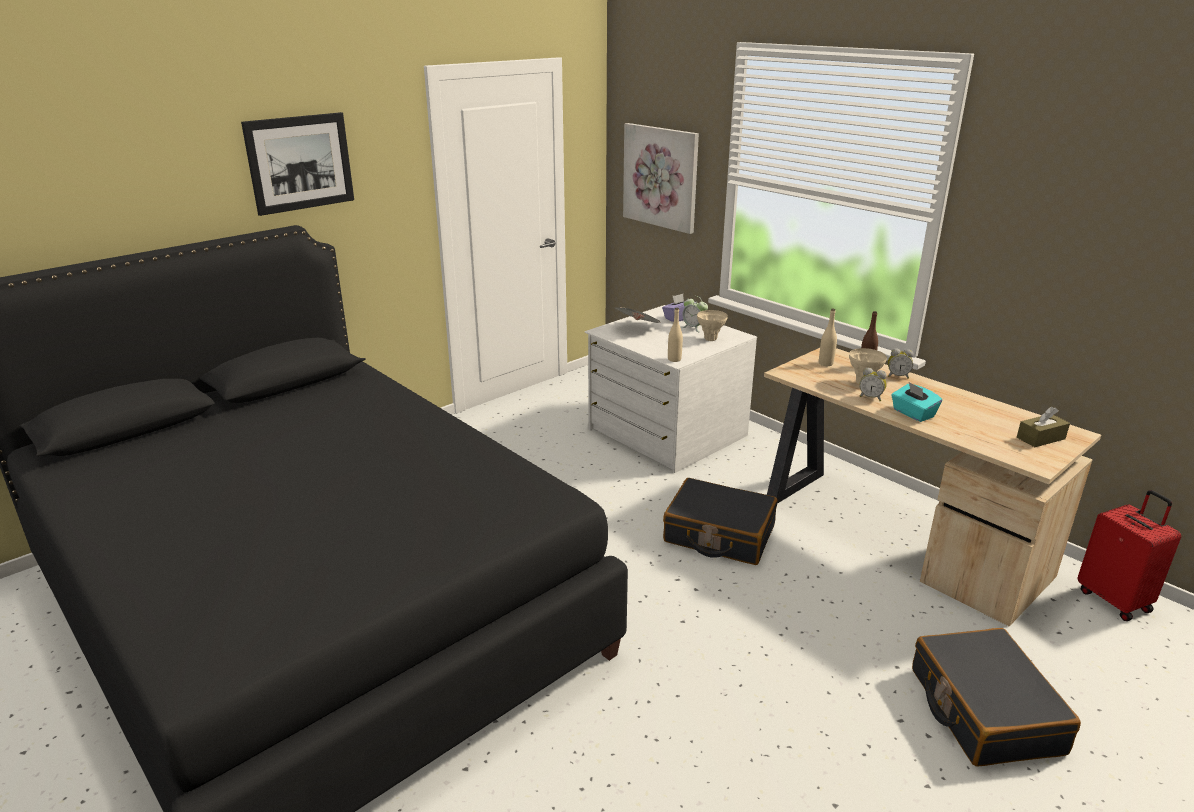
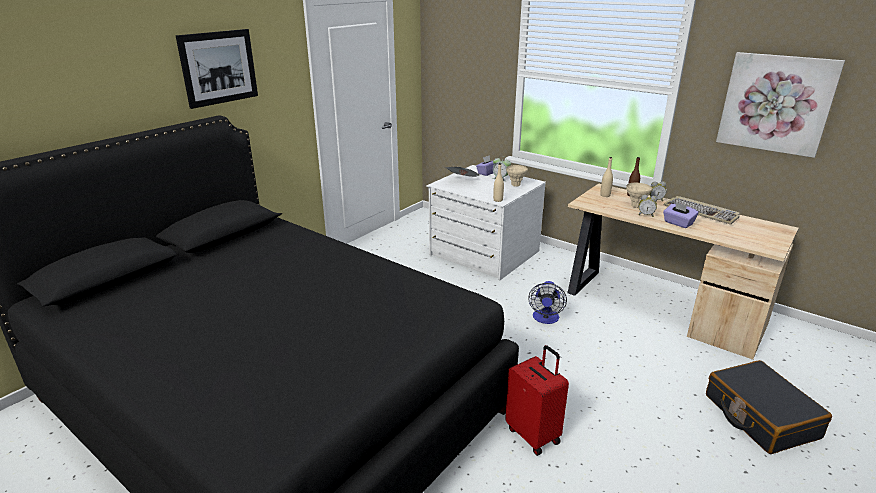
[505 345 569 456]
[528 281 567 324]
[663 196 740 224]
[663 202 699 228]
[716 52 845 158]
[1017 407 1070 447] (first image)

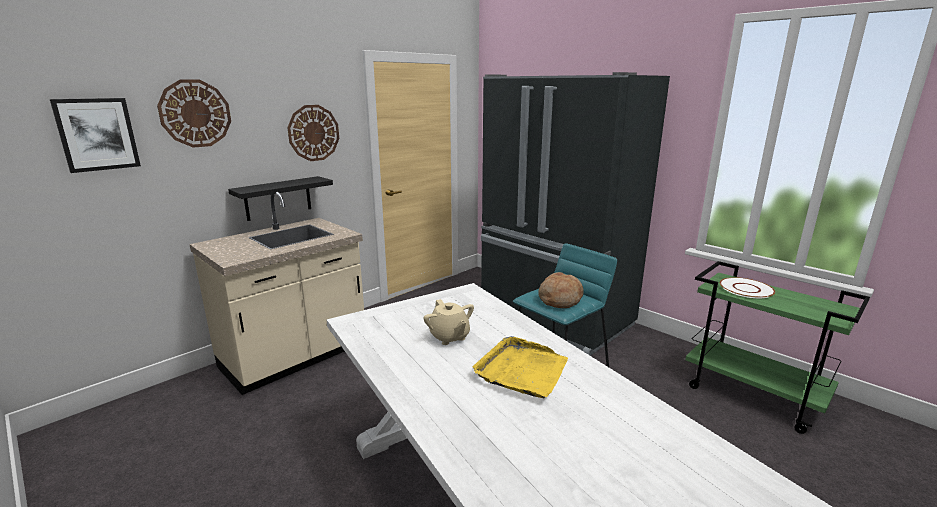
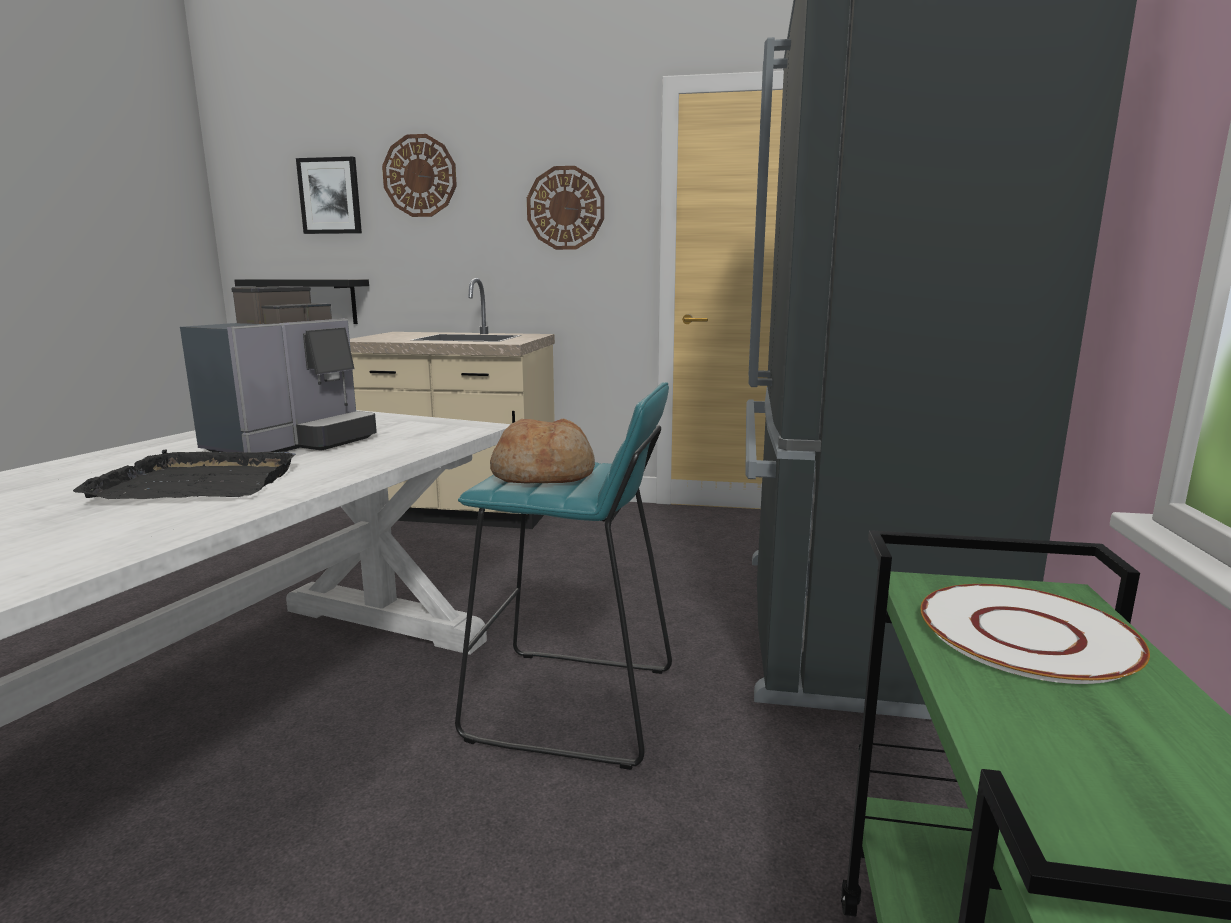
[73 449 296 499]
[180 286 377 453]
[234 279 369 324]

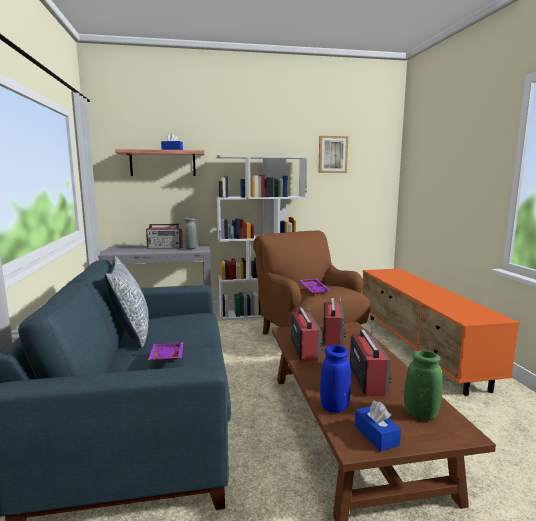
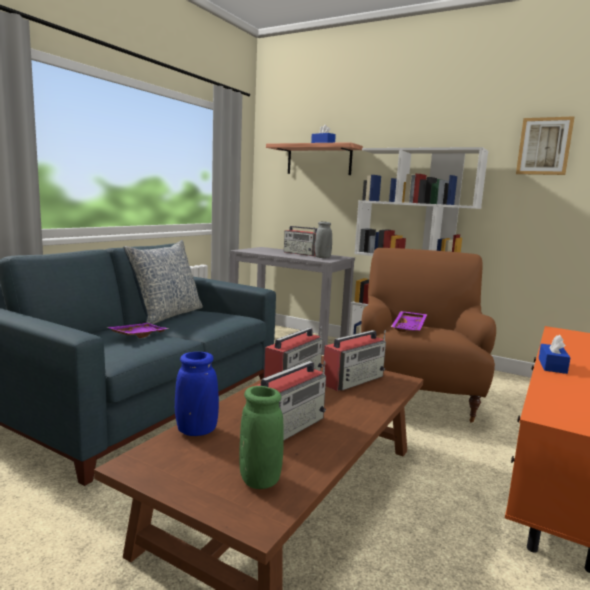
[539 335 570 374]

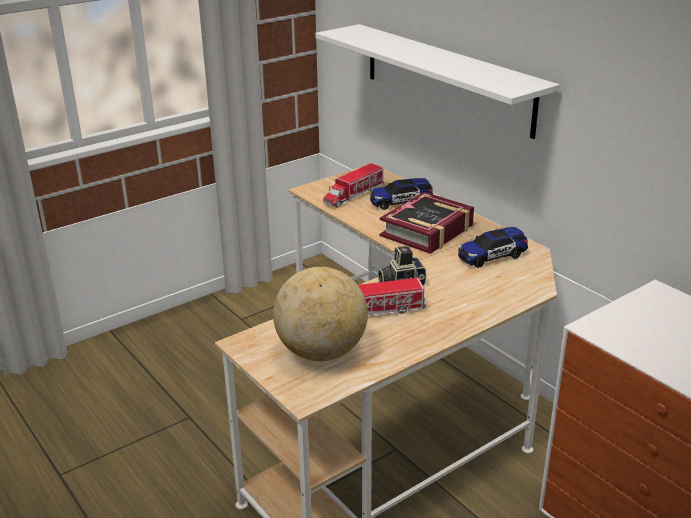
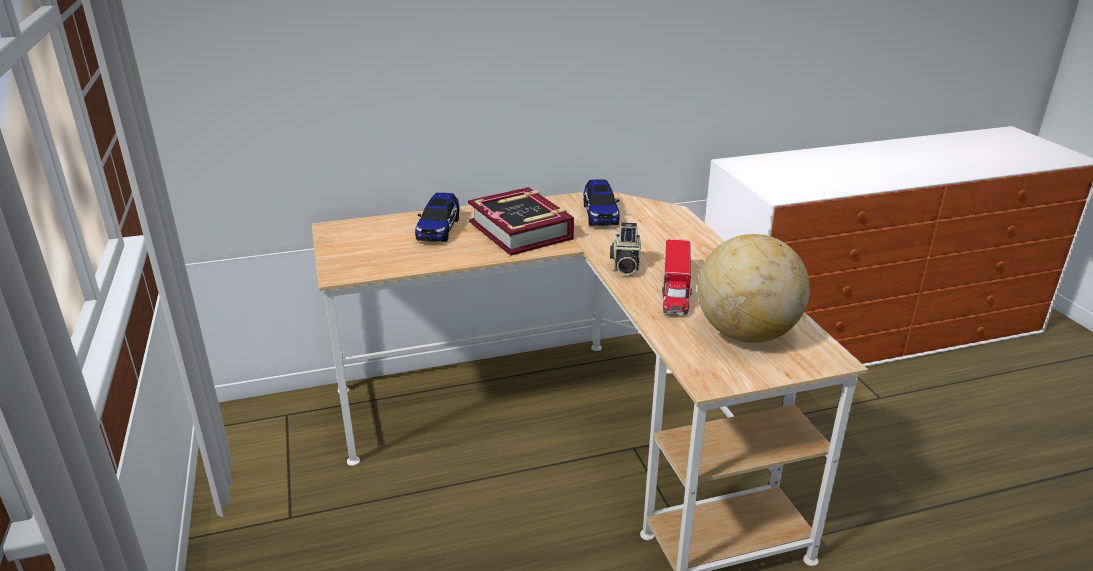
[315 24 560 139] (first image)
[323 163 384 208] (first image)

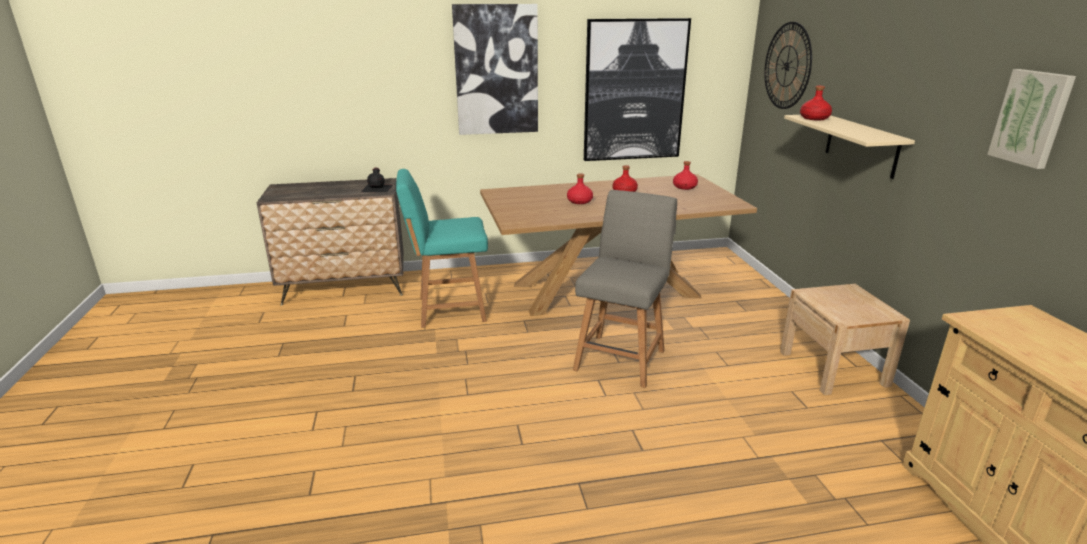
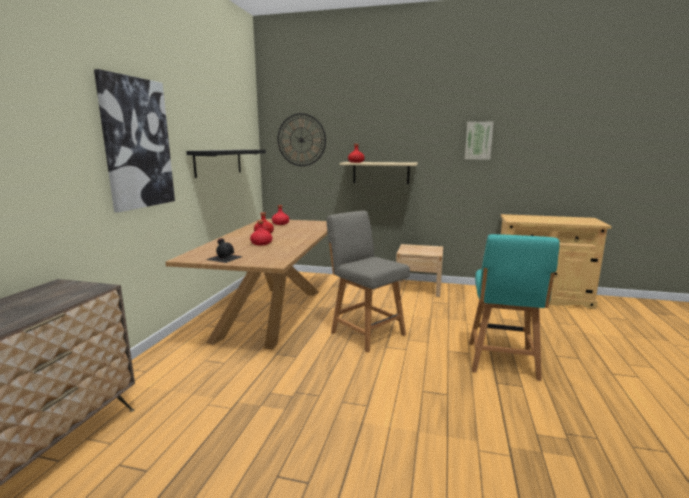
[186 150 266 178]
[206 238 243 263]
[469 234 560 381]

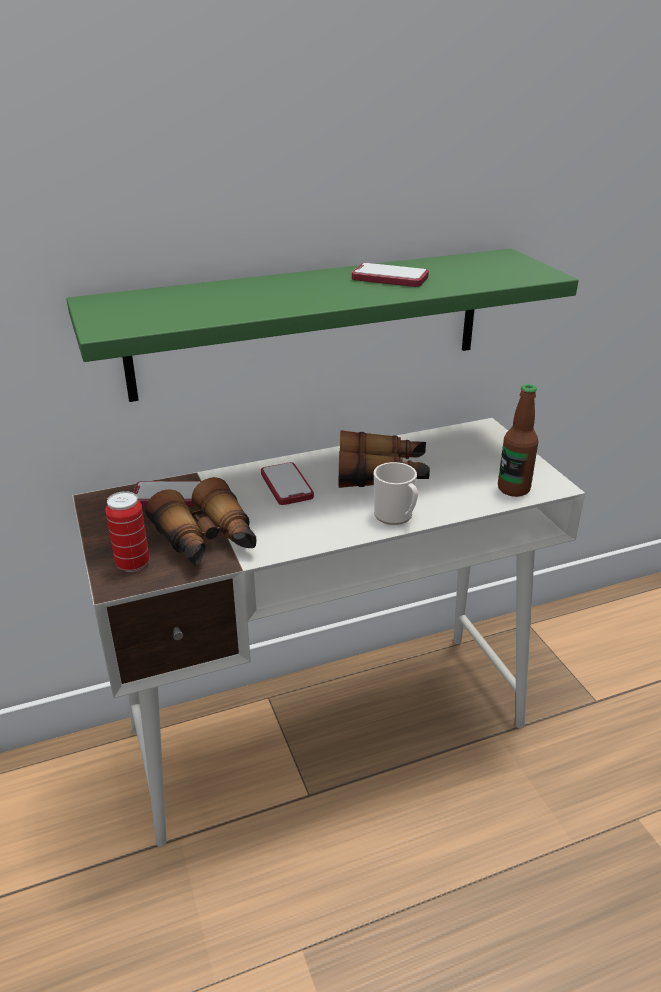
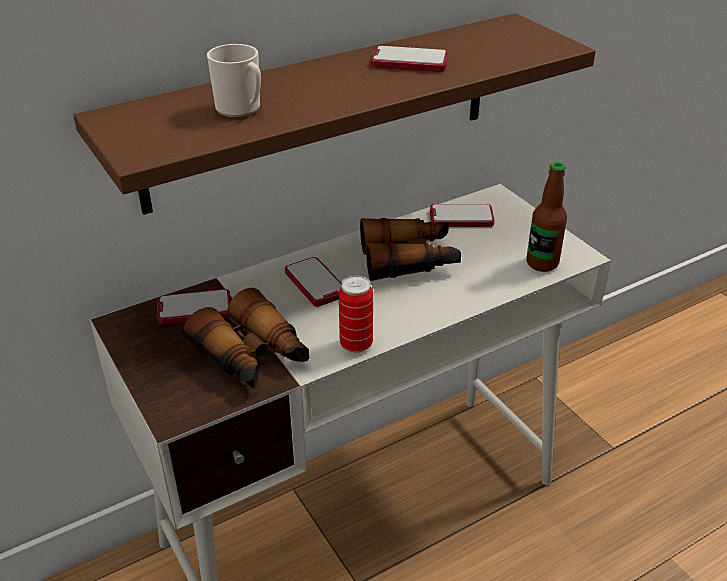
[73 13 596 215]
[207 44 261 118]
[339 275 373 353]
[430 204 495 227]

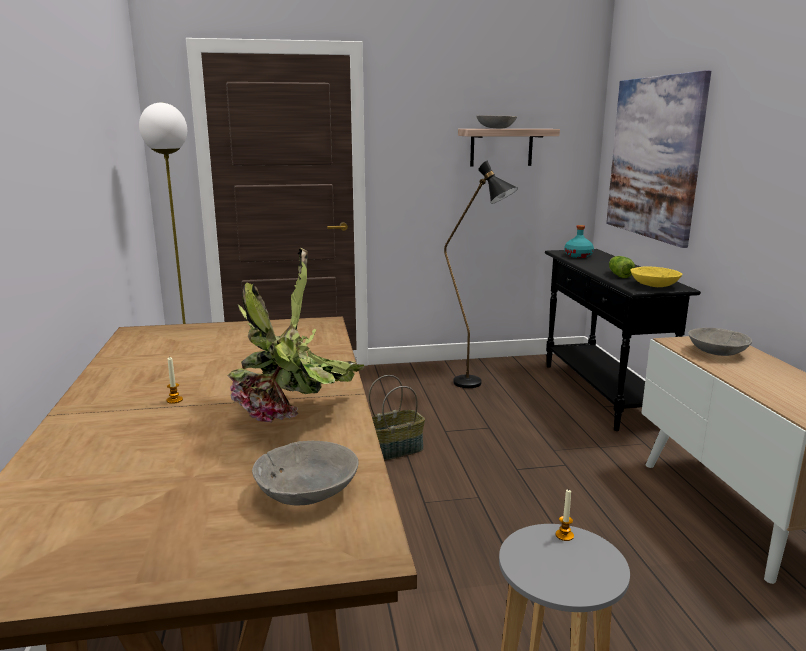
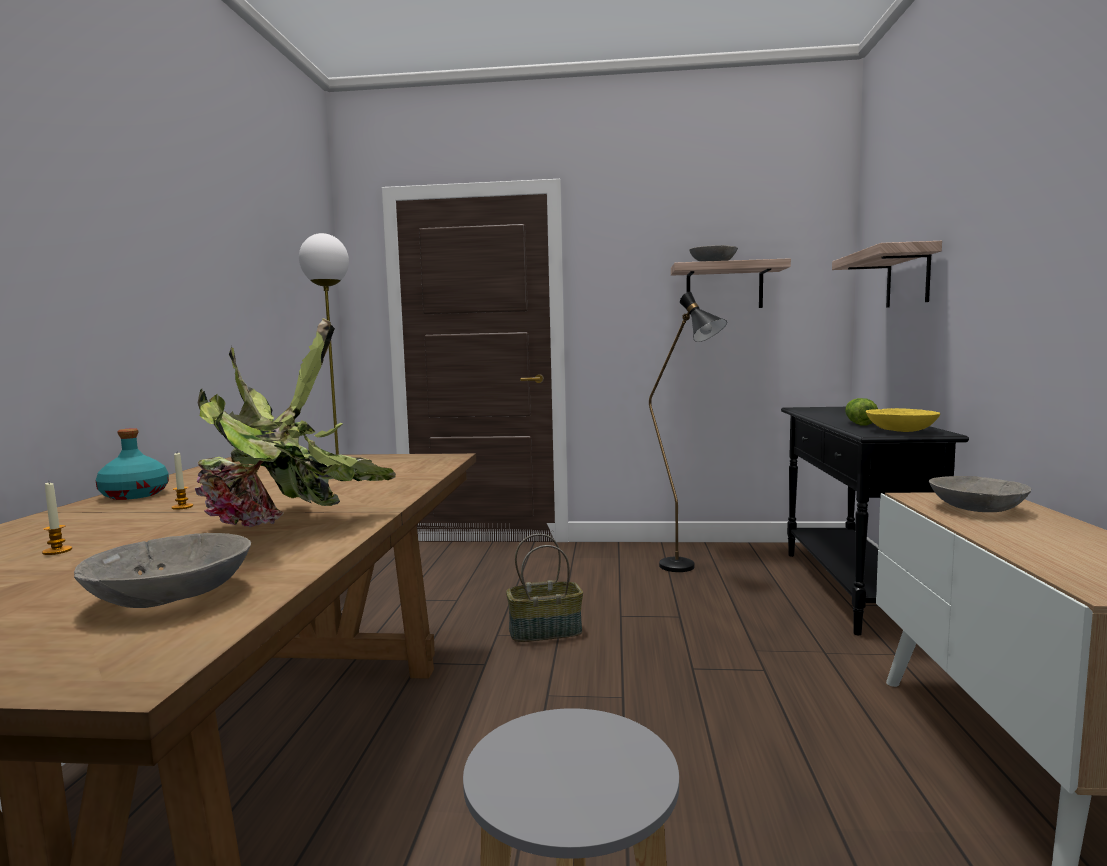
[42 483 72 555]
[95 428 169 500]
[832 241 942 308]

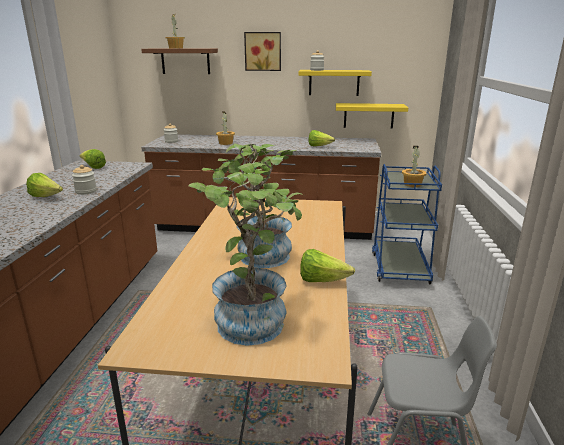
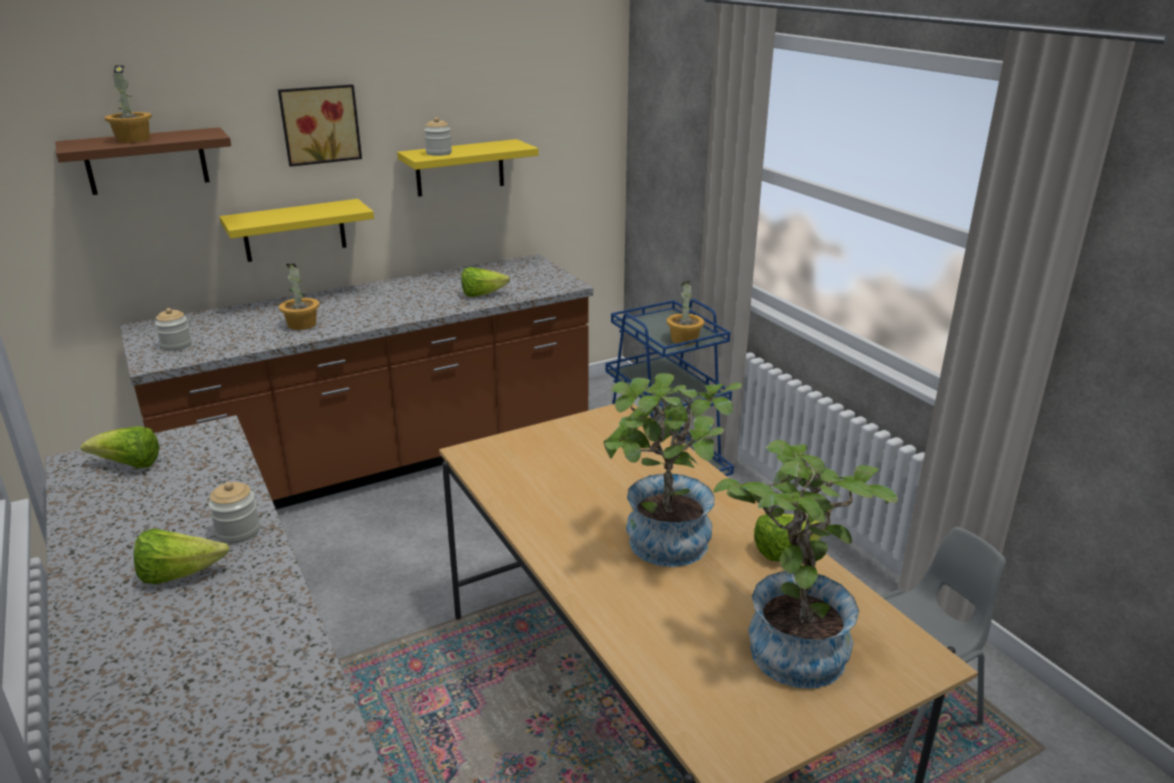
[220 199 374 262]

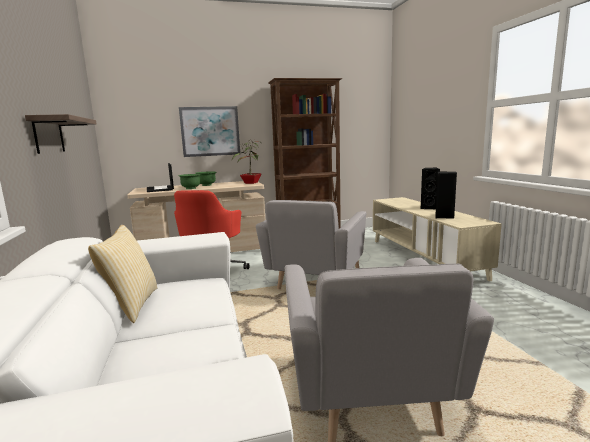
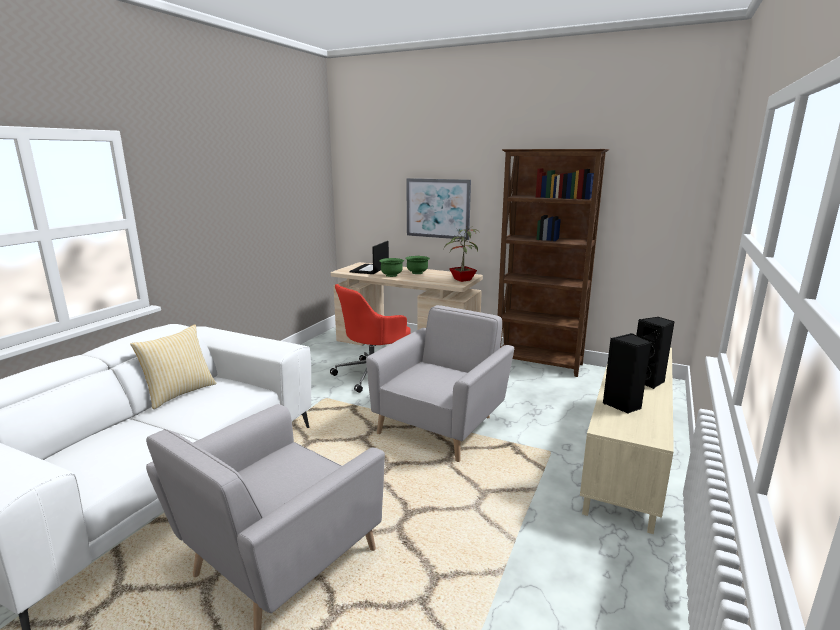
[366 305 514 462]
[25 114 97 154] (first image)

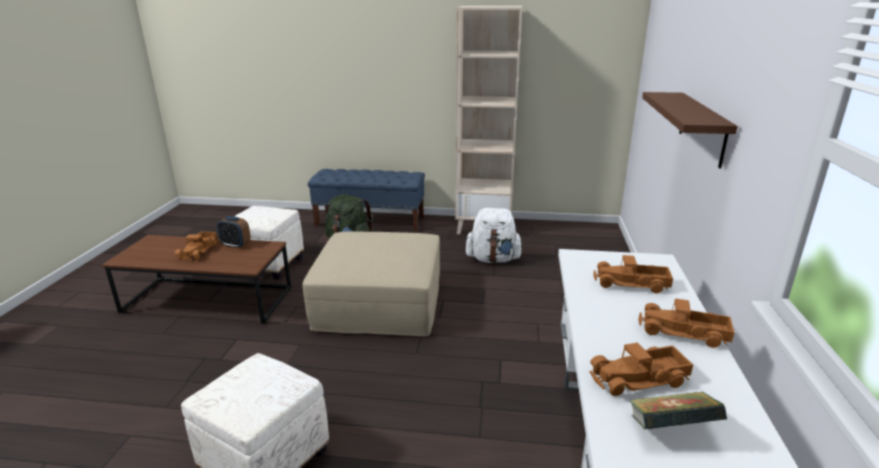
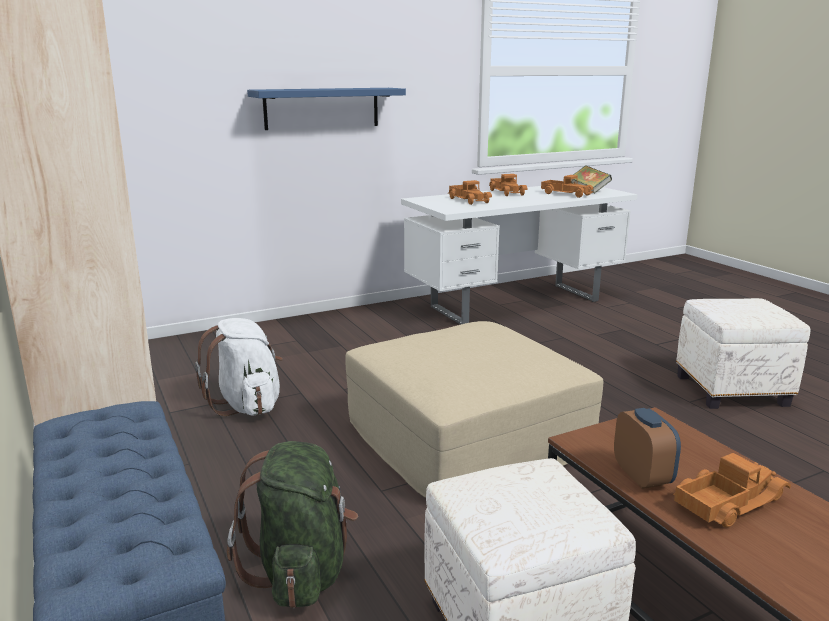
[247 88 406 130]

